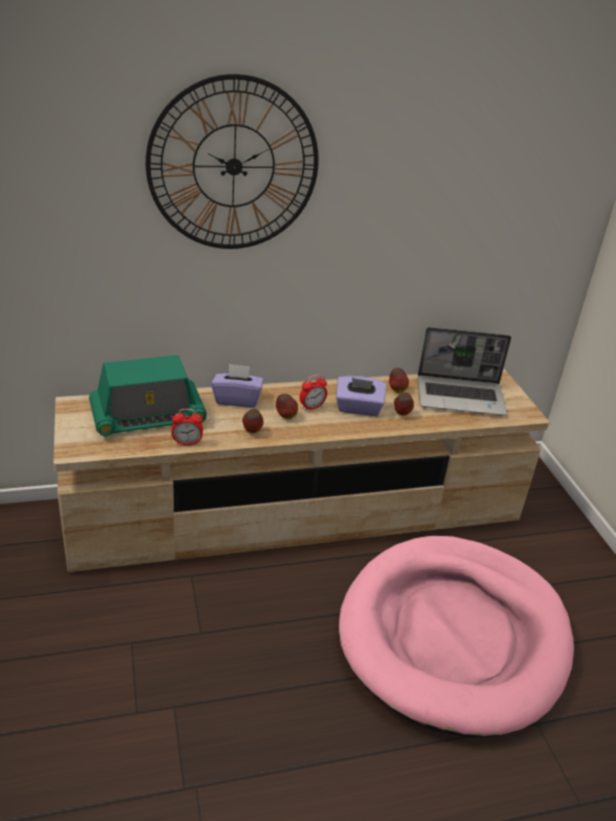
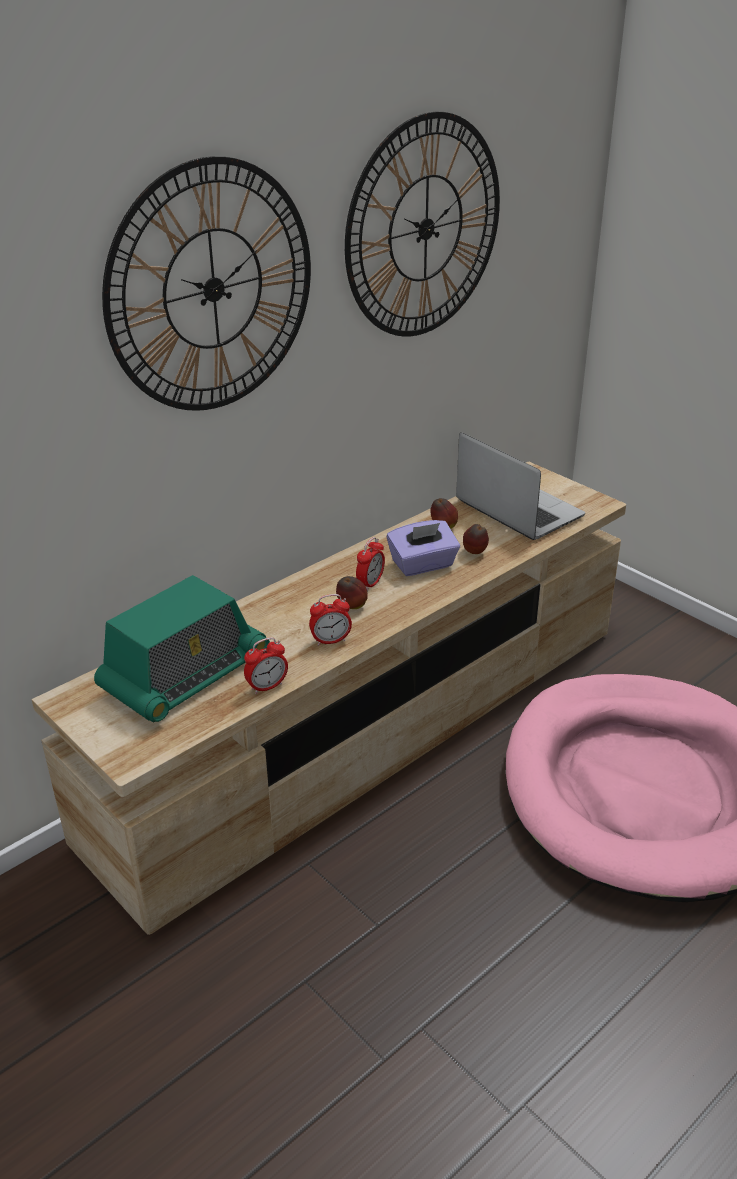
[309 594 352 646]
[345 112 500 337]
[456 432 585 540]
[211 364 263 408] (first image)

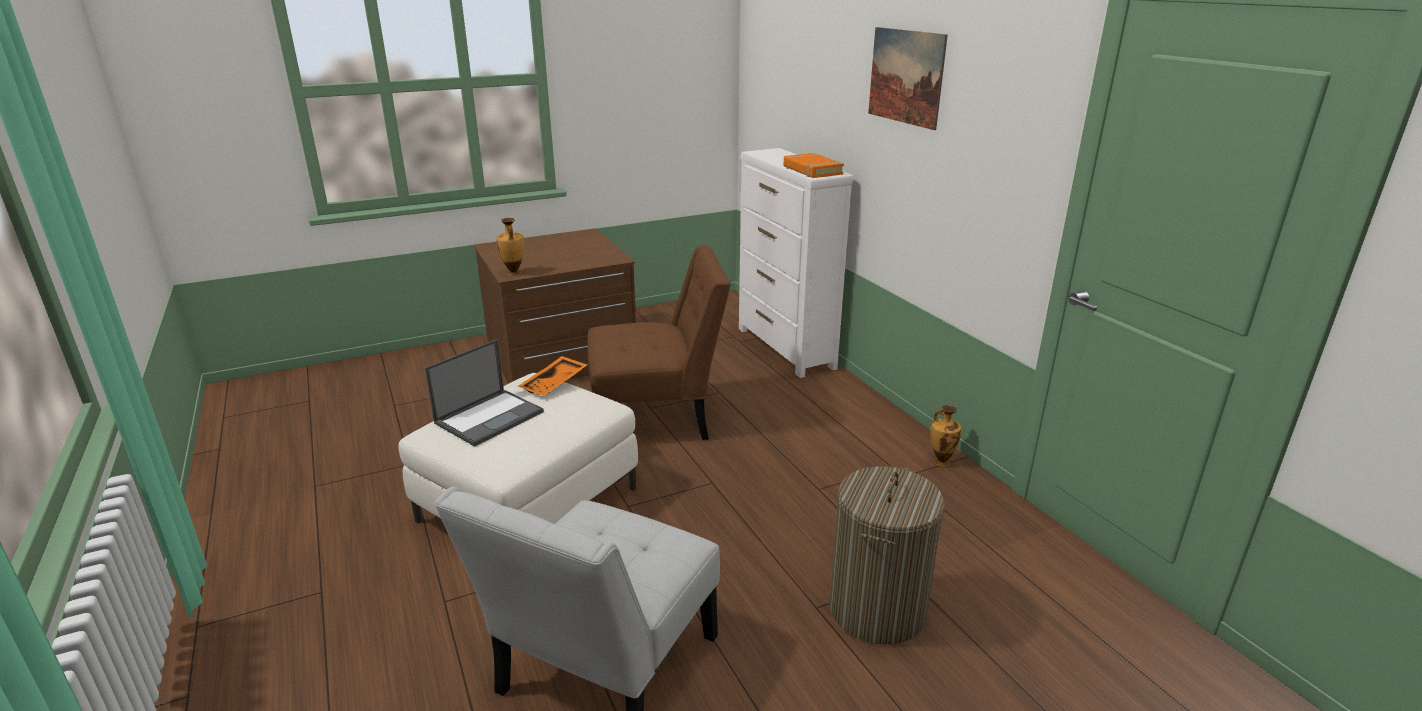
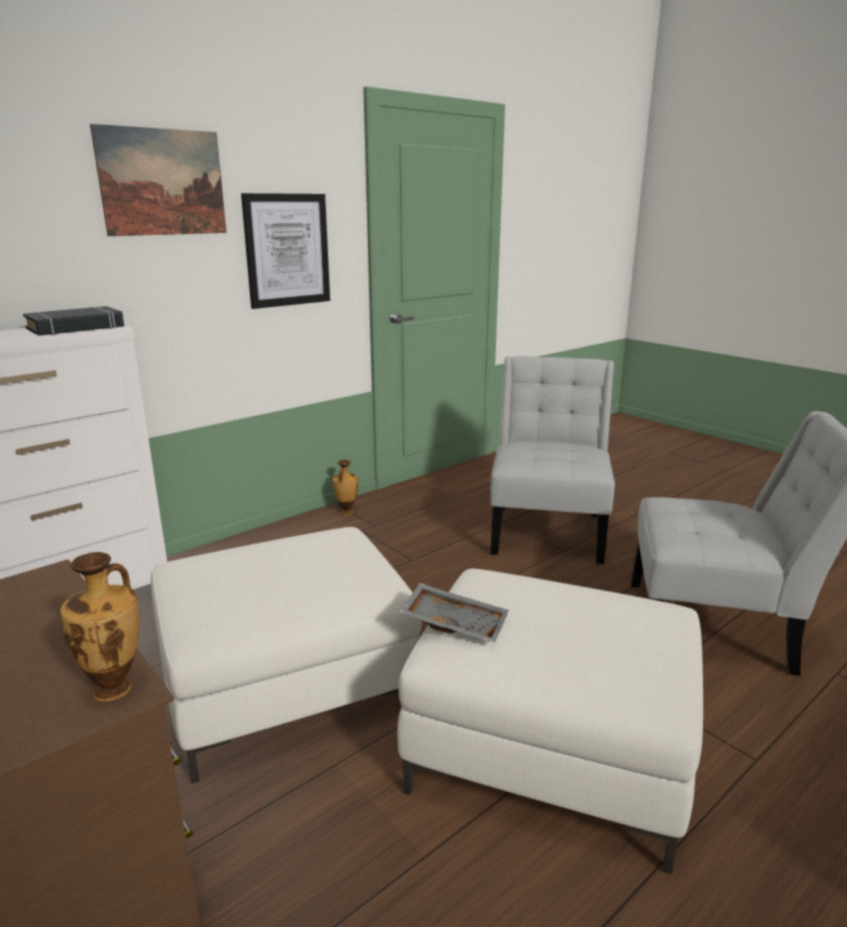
[23 306 124 336]
[151 527 422 783]
[241 193 330 309]
[400 583 509 644]
[490 356 615 564]
[425 339 544 447] (first image)

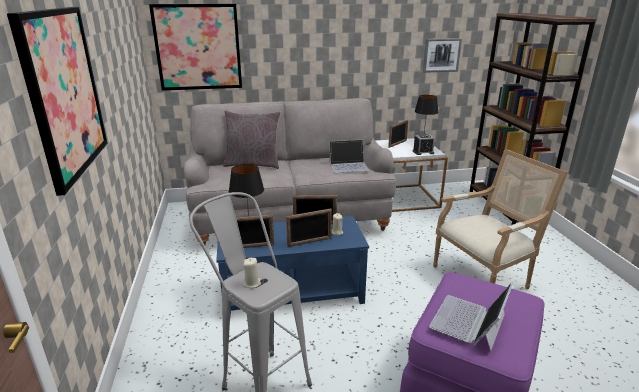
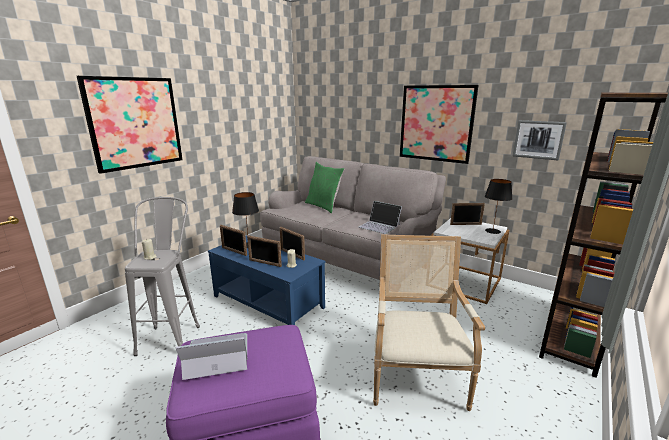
[305 162 345 213]
[373 234 485 411]
[400 85 478 164]
[413 134 435 155] (first image)

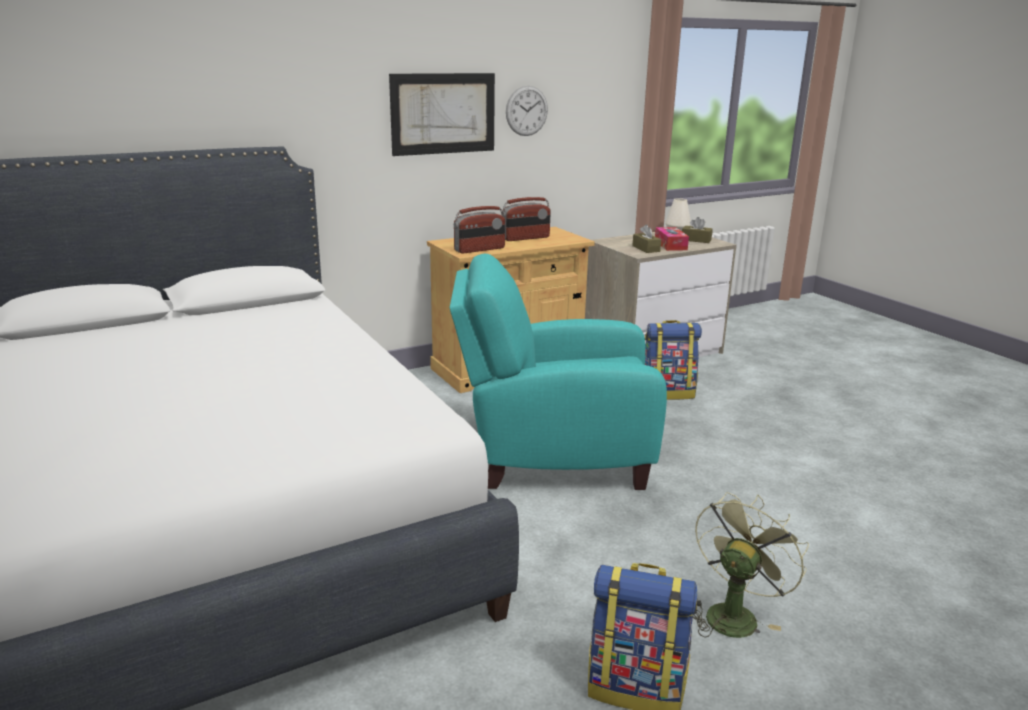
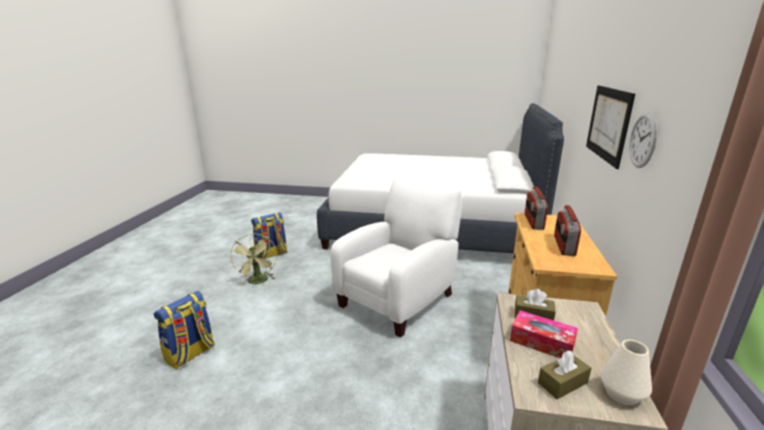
[154 291 215 370]
[330 176 464 338]

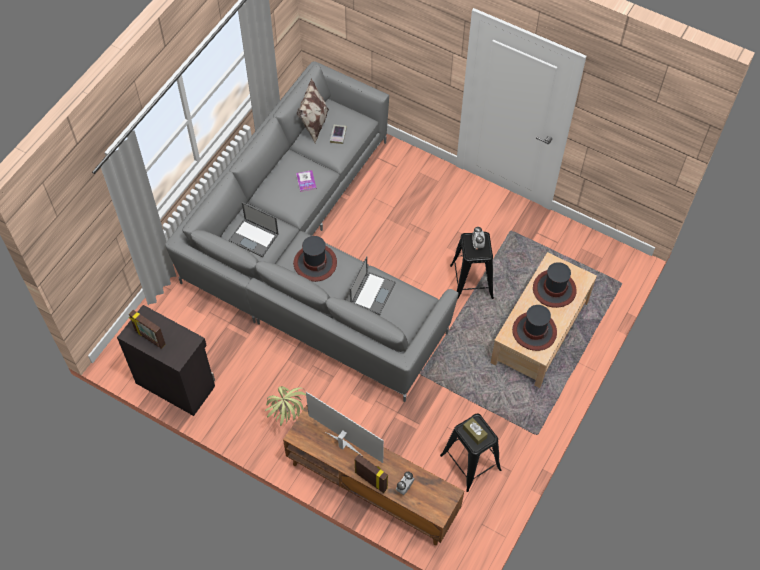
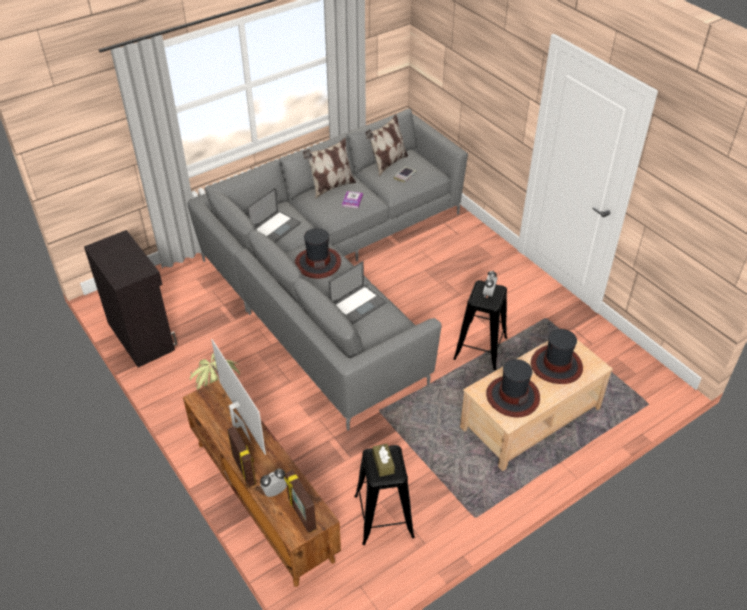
[247 188 301 243]
[284 469 316 533]
[303 138 356 199]

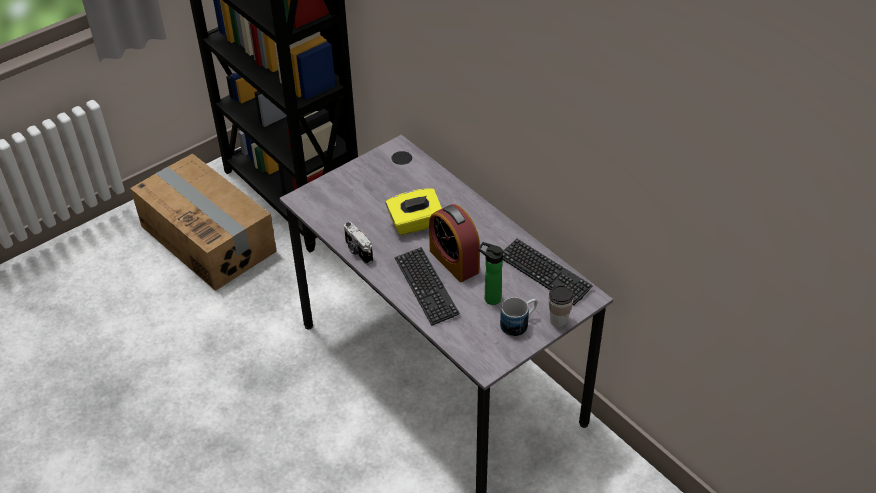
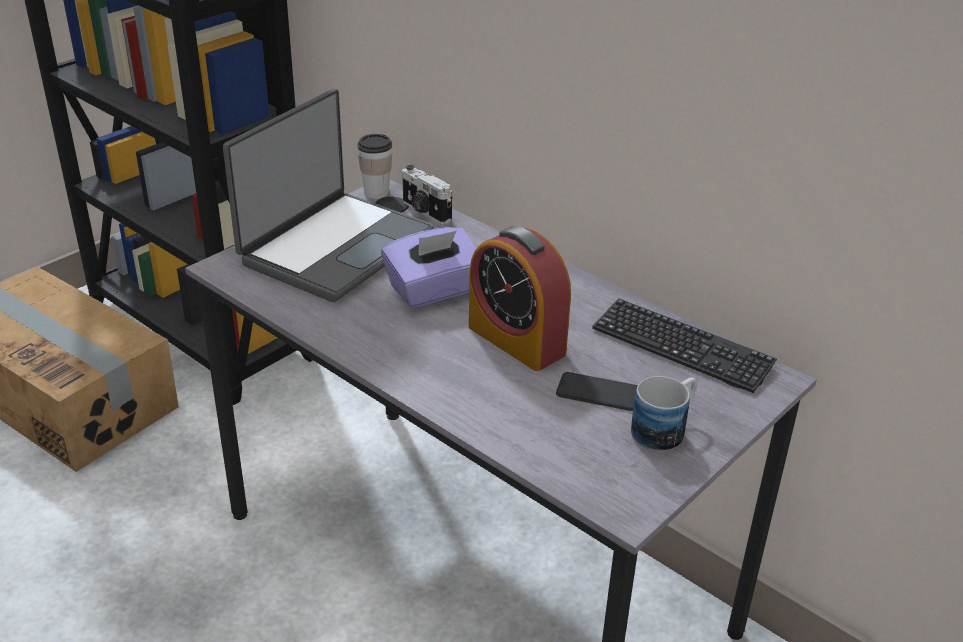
[223 89 434 302]
[357 134 392 199]
[381 227 476 308]
[402 165 452 225]
[556 372 638 411]
[395 247 460 326] (first image)

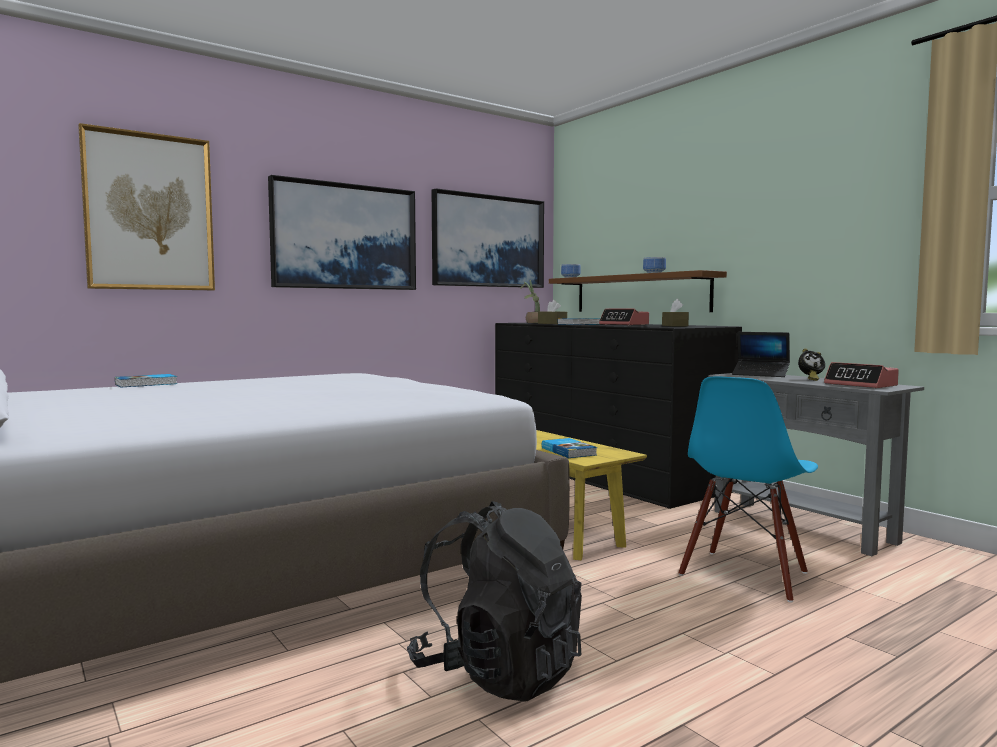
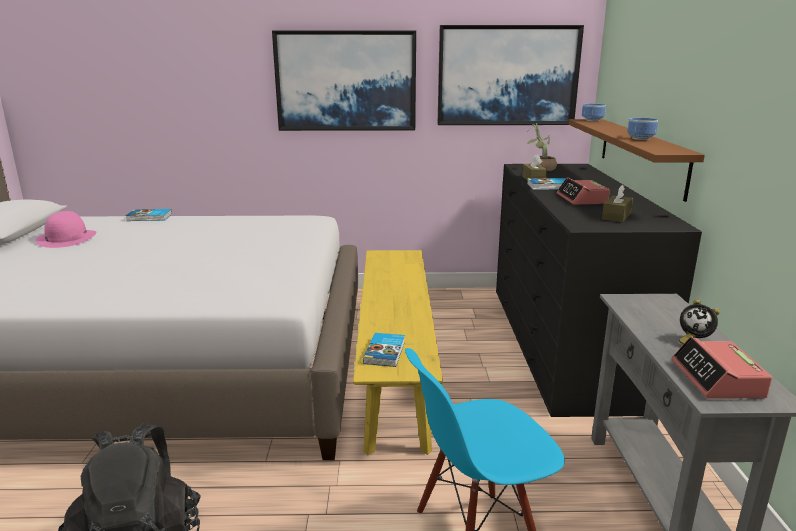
[35 211 97 248]
[78 123 215 290] (first image)
[732 332 790 377] (first image)

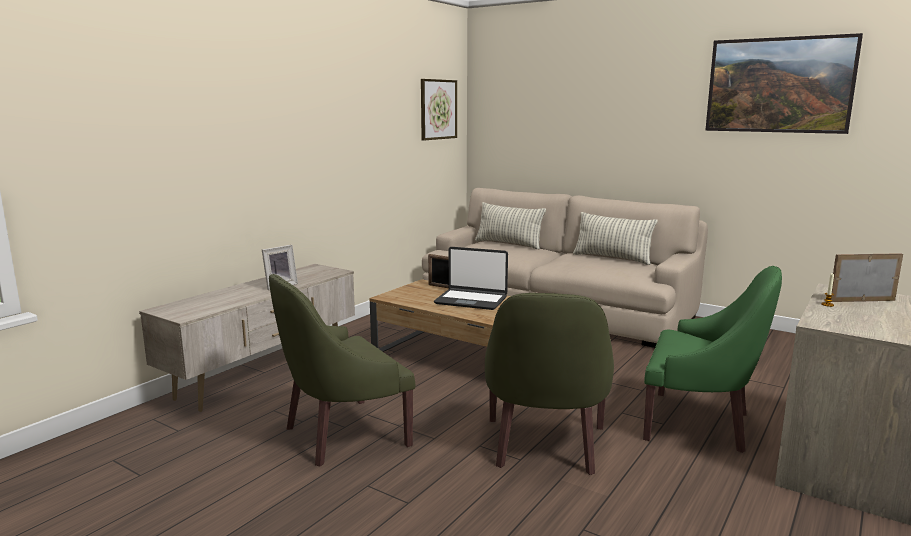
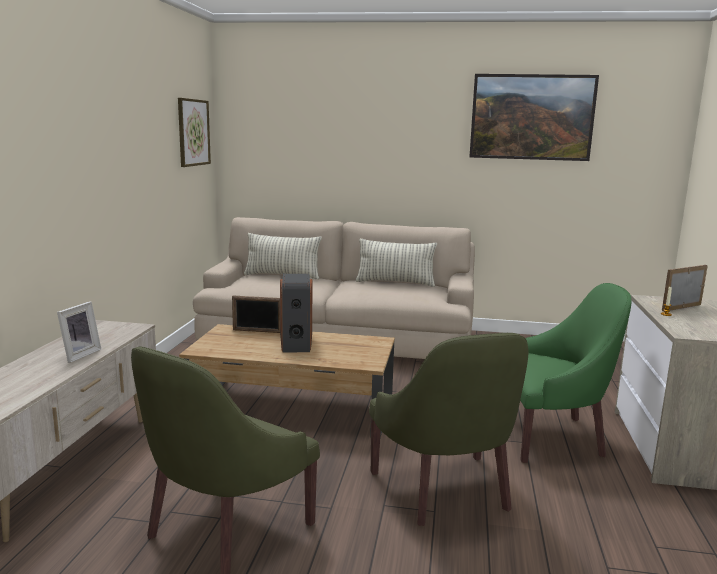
[280 274 312 353]

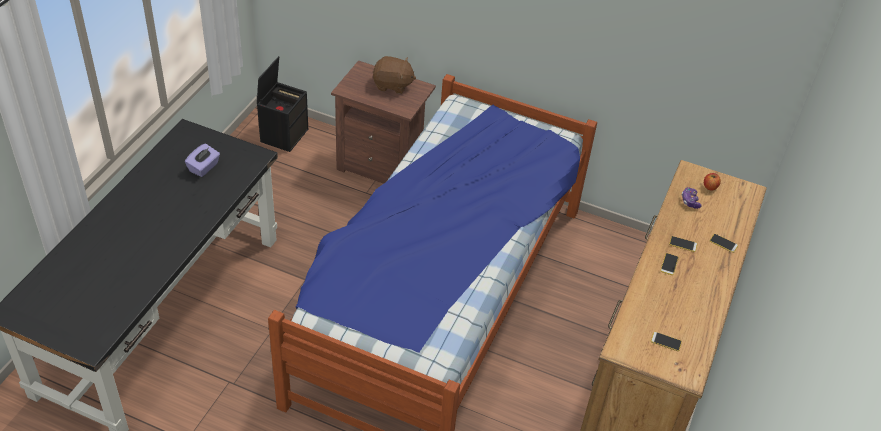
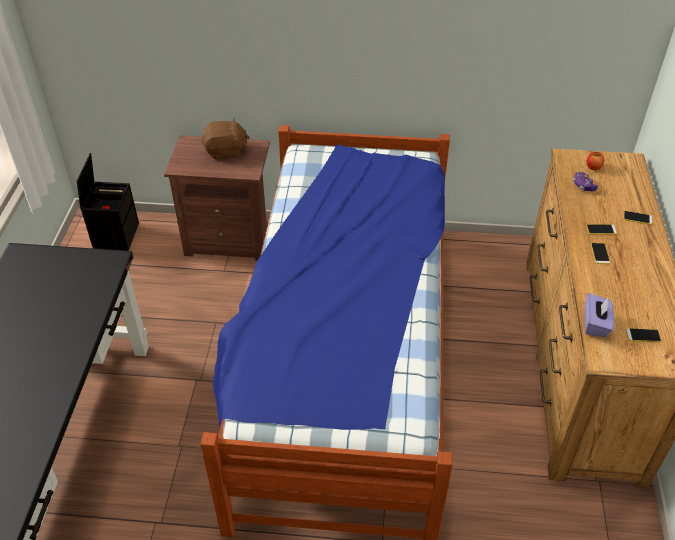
[585 293 614 337]

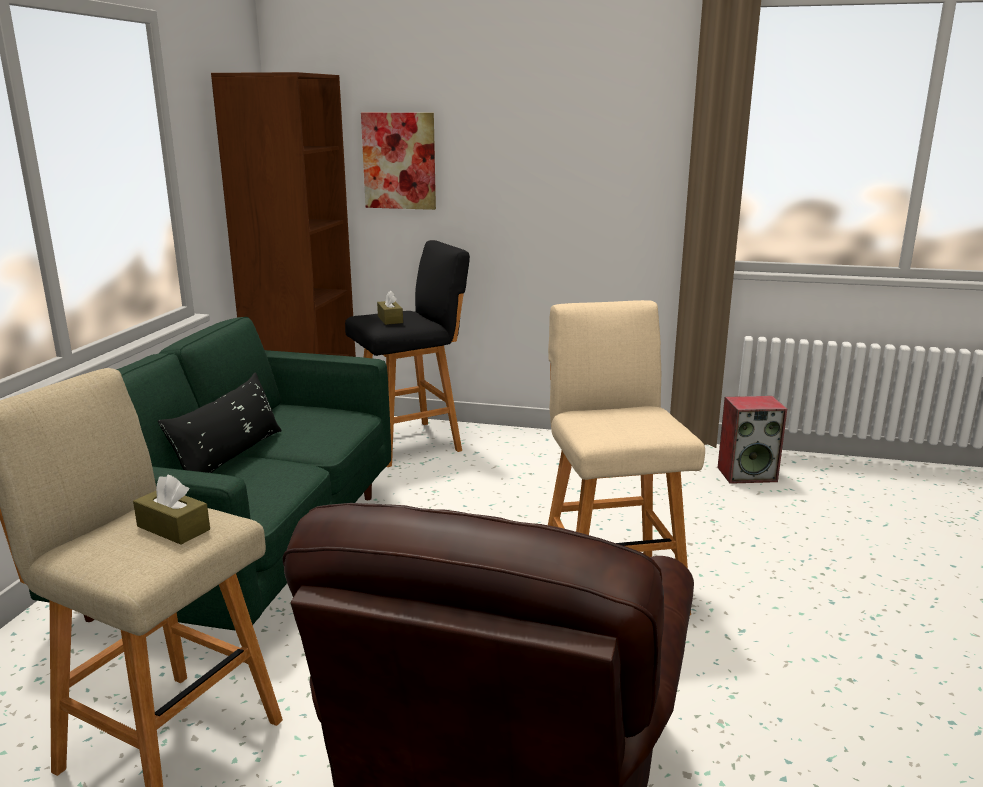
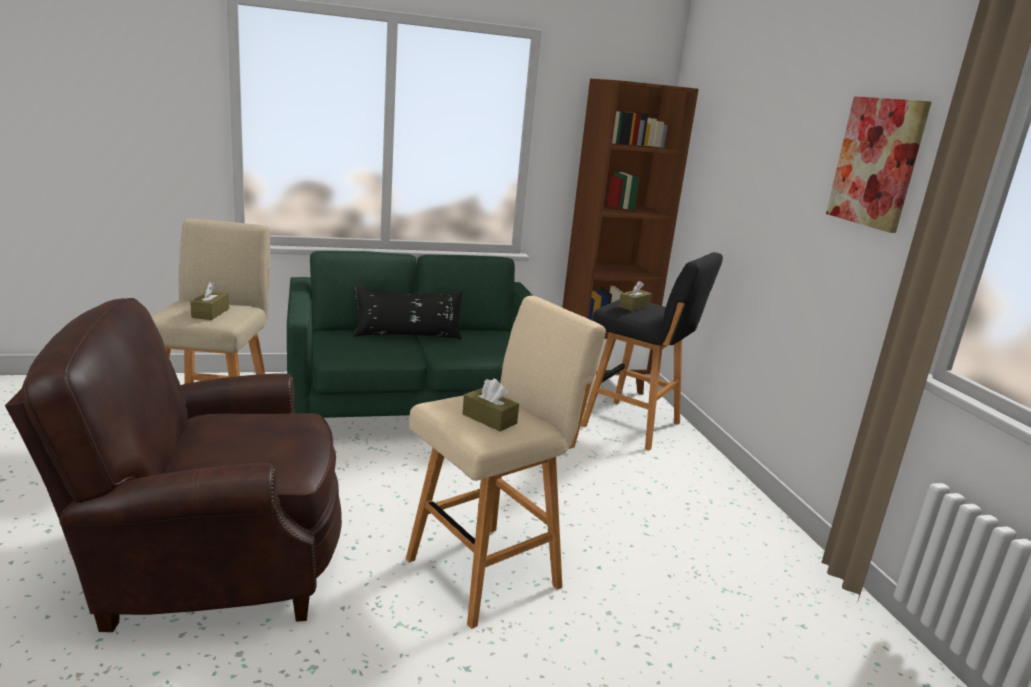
[462 379 519 431]
[826 96 931 233]
[718 396 787 484] (first image)

